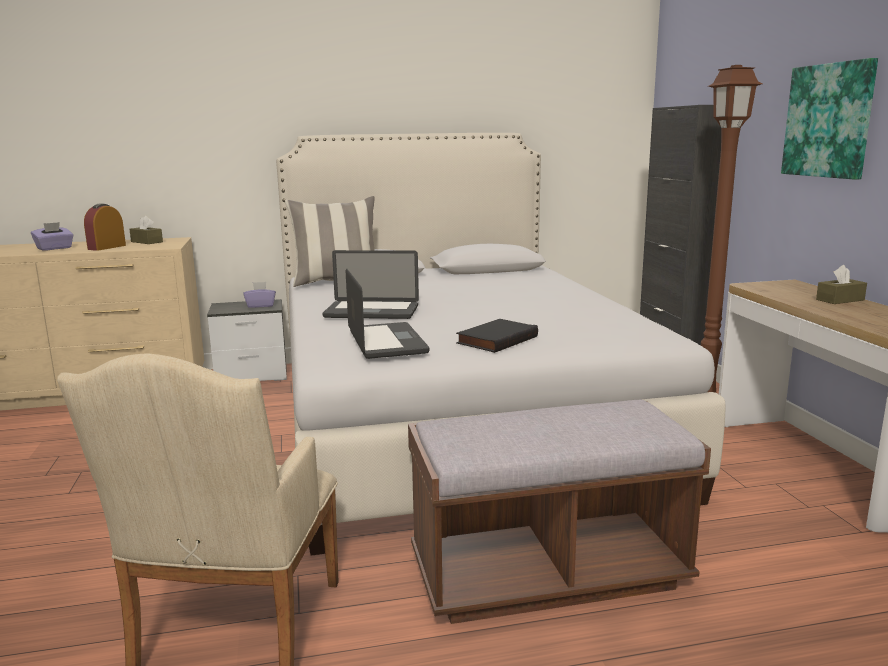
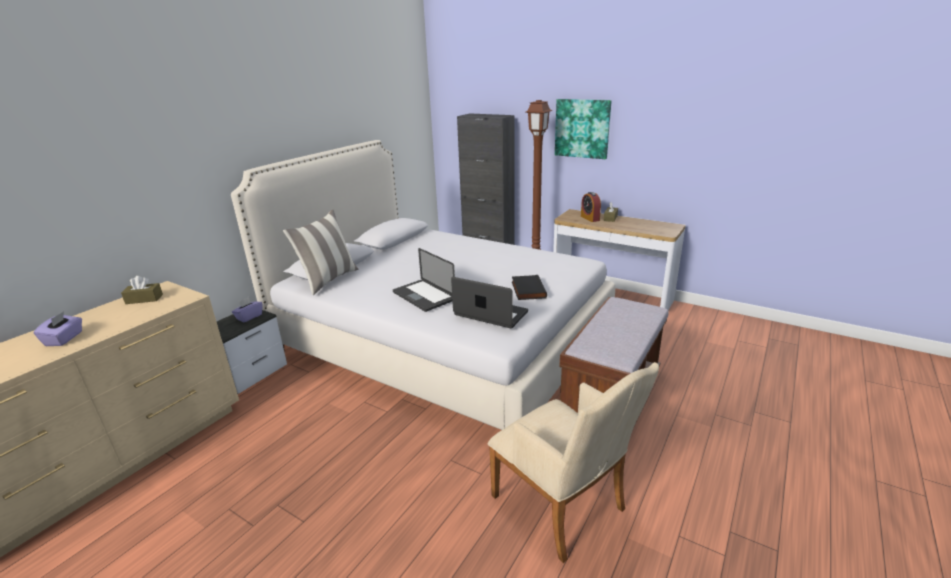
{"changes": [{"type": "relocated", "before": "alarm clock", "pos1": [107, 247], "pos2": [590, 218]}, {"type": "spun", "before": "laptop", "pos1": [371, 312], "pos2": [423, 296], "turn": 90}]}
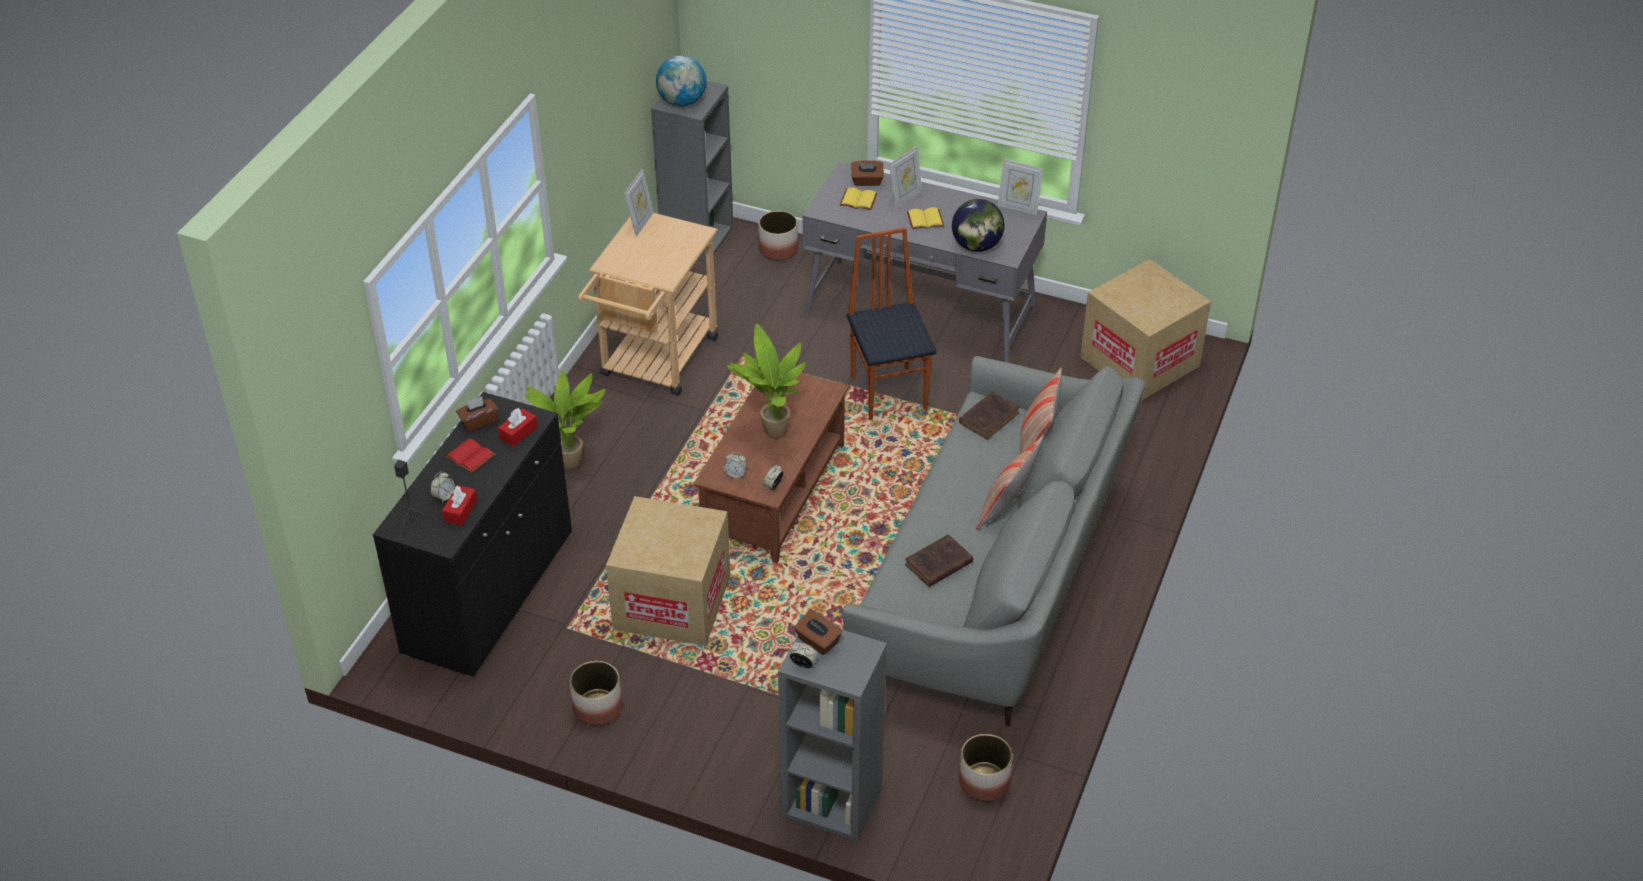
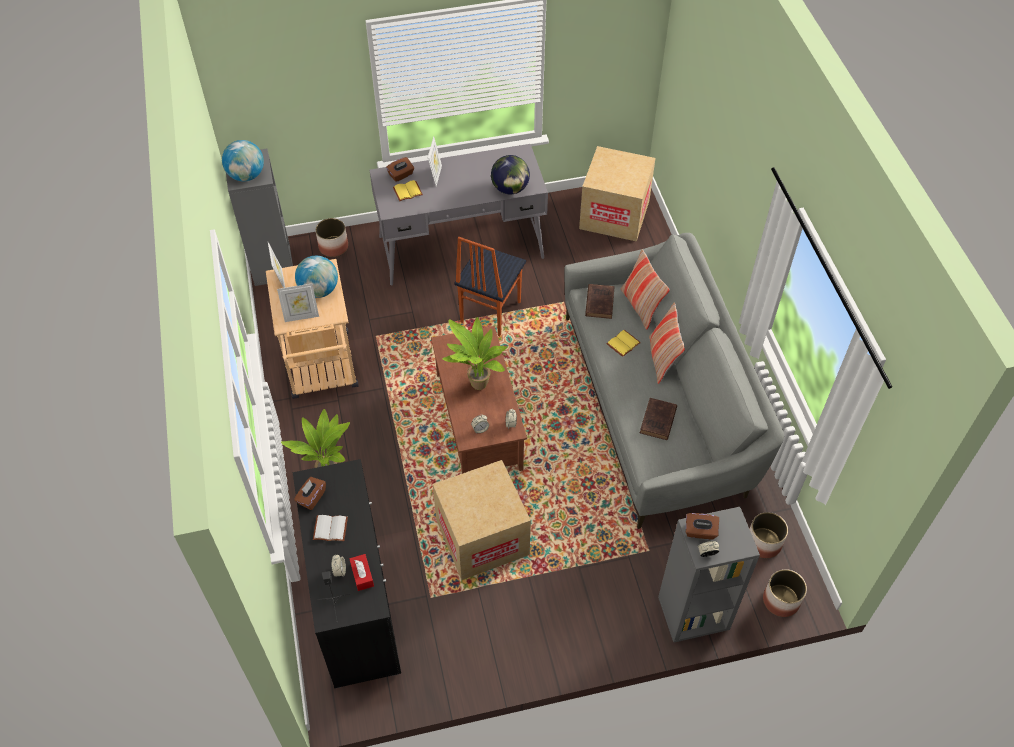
{"changes": [{"type": "colour", "before": "red book", "after": "white book", "pos1": [469, 457], "pos2": [329, 529]}, {"type": "missing", "before": "red tissue box", "pos1": [518, 433]}, {"type": "relocated", "before": "planter", "pos1": [597, 708], "pos2": [781, 600]}, {"type": "spun", "before": "chair", "pos1": [889, 392], "pos2": [489, 312], "turn": -105}, {"type": "relocated", "before": "yellow book", "pos1": [924, 220], "pos2": [623, 344]}, {"type": "relocated", "before": "picture frame", "pos1": [1018, 207], "pos2": [301, 316]}, {"type": "appeared", "after": "globe", "pos2": [319, 290]}]}
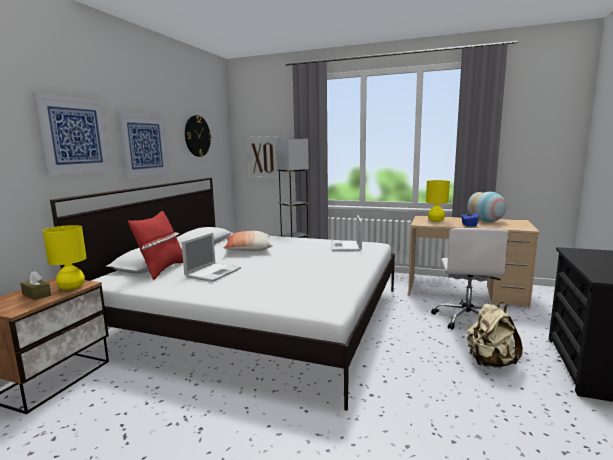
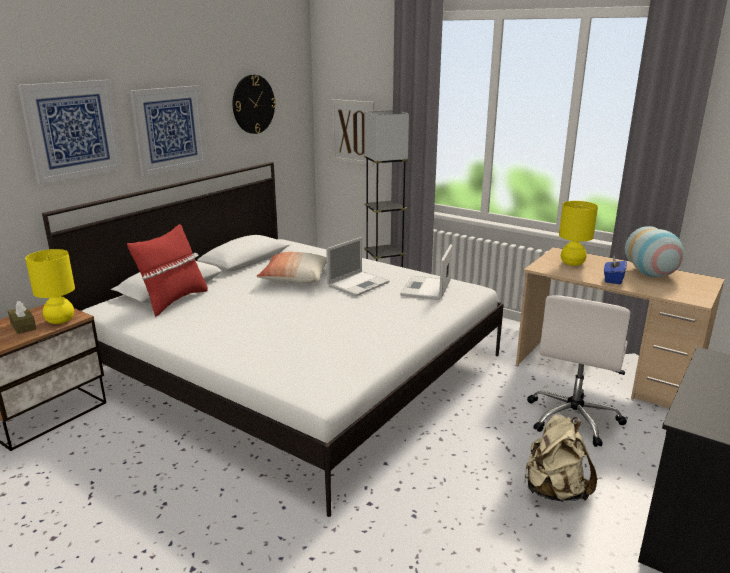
{"changes": [{"type": "relocated", "before": "laptop", "pos1": [214, 272], "pos2": [359, 283]}]}
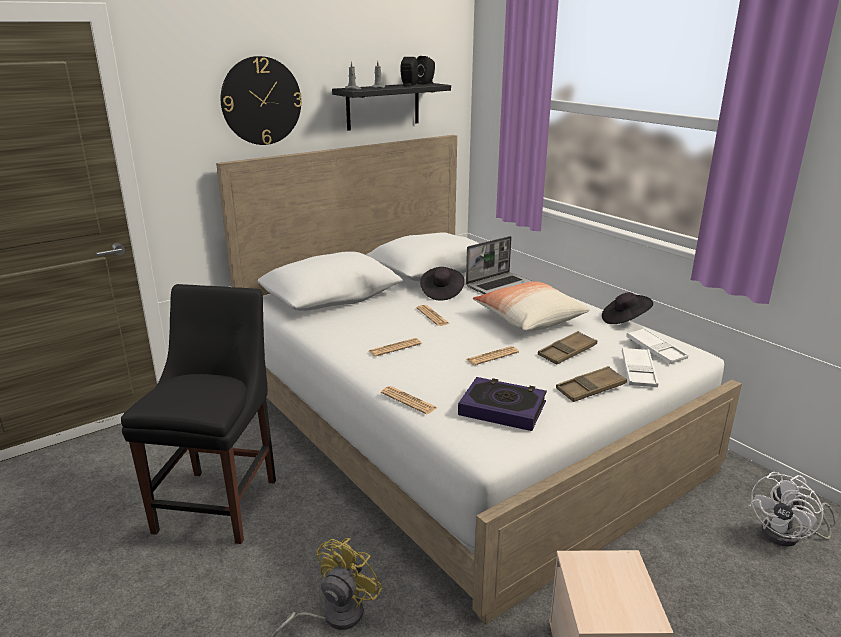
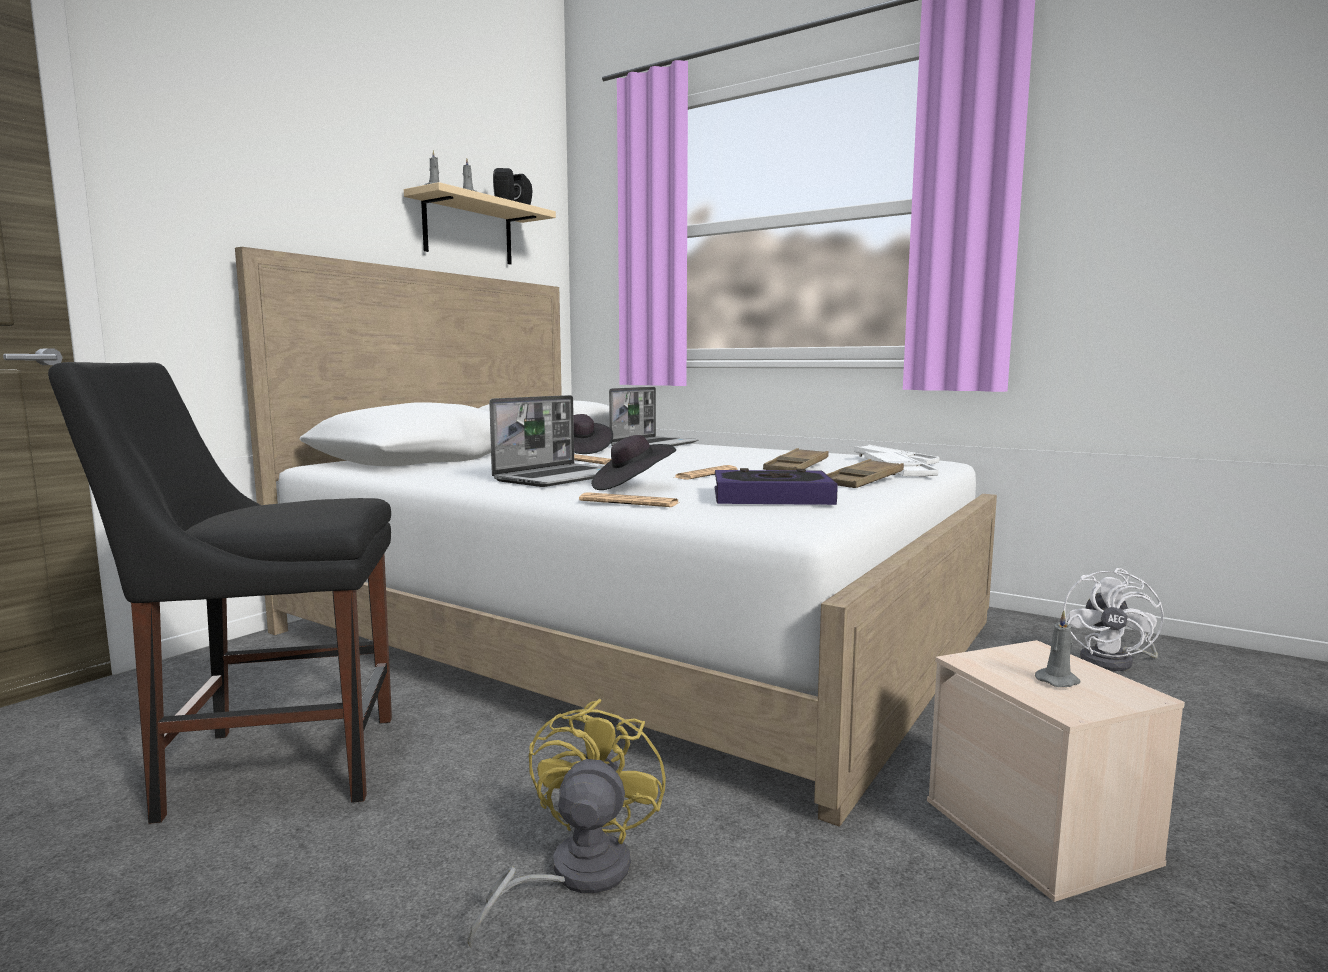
{"changes": [{"type": "spun", "before": "black chair", "pos1": [220, 501], "pos2": [272, 764], "turn": -90}, {"type": "missing", "before": "wall clock", "pos1": [261, 101]}, {"type": "colour", "before": "black shelf", "after": "beige shelf", "pos1": [383, 106], "pos2": [468, 231]}, {"type": "exchanged", "before": "newspaper", "after": "laptop", "pos1": [395, 348], "pos2": [560, 477]}, {"type": "missing", "before": "pillow", "pos1": [528, 319]}, {"type": "relocated", "before": "black hat", "pos1": [624, 320], "pos2": [632, 486]}, {"type": "appeared", "after": "grey candle", "pos2": [1058, 680]}]}
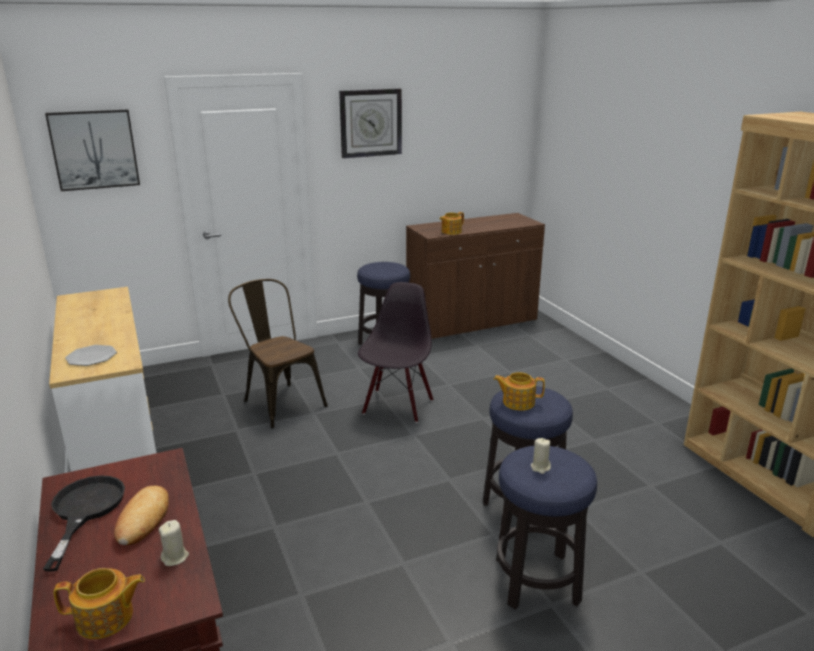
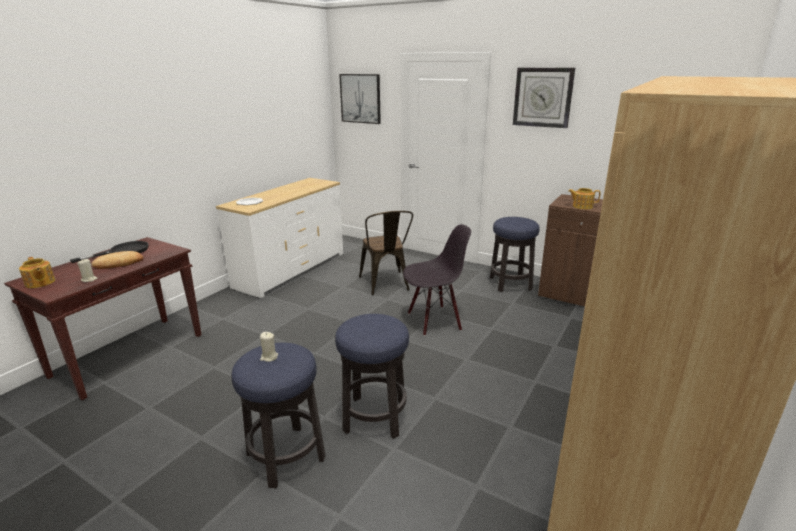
{"changes": [{"type": "spun", "before": "brown chair", "pos1": [280, 402], "pos2": [386, 285], "turn": 150}, {"type": "missing", "before": "teapot", "pos1": [517, 402]}]}
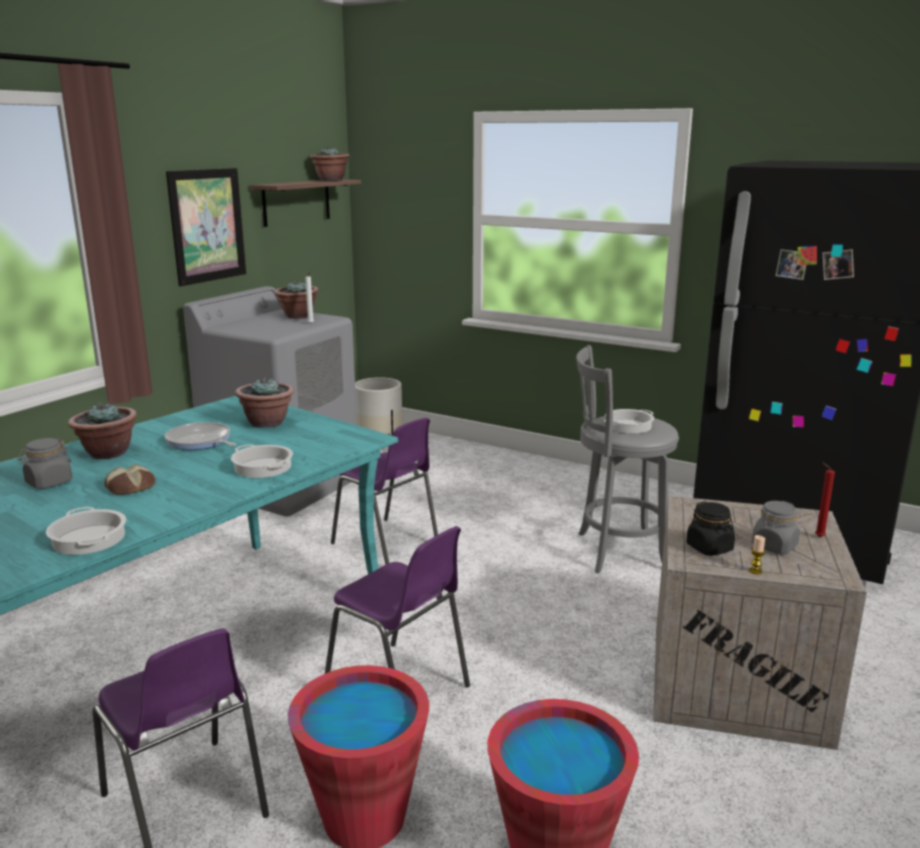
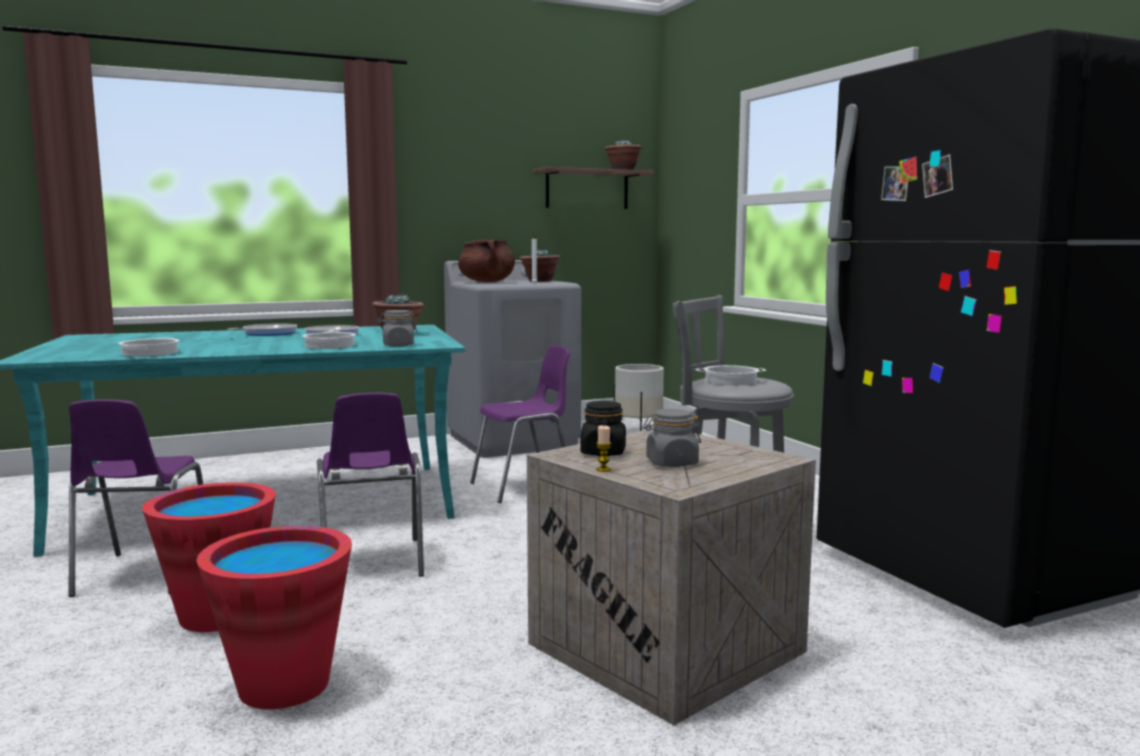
{"changes": [{"type": "relocated", "before": "grey jar", "pos1": [49, 482], "pos2": [398, 345]}, {"type": "exchanged", "before": "potted plant", "after": "frying pan", "pos1": [108, 453], "pos2": [267, 333]}, {"type": "missing", "before": "bread", "pos1": [131, 487]}, {"type": "missing", "before": "picture", "pos1": [207, 225]}, {"type": "spun", "before": "purple chair", "pos1": [387, 544], "pos2": [525, 487], "turn": -105}, {"type": "missing", "before": "red candle", "pos1": [817, 537]}, {"type": "appeared", "after": "brown cooking pot", "pos2": [487, 282]}]}
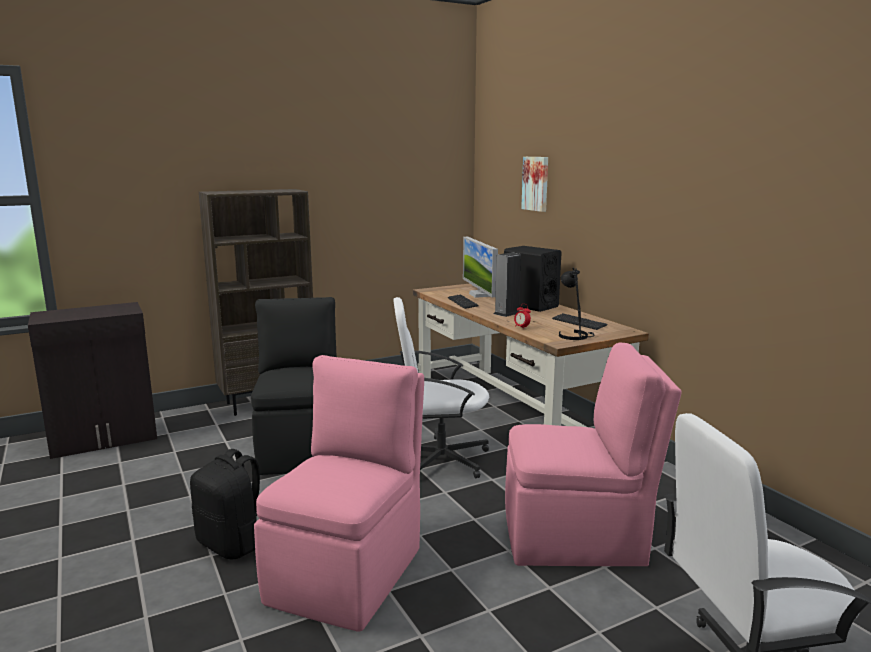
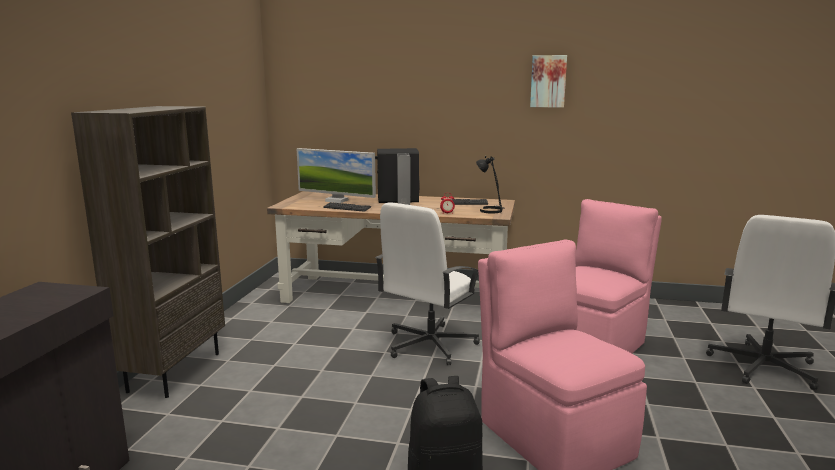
{"changes": [{"type": "missing", "before": "black chair", "pos1": [301, 449]}, {"type": "relocated", "before": "picture", "pos1": [536, 183], "pos2": [548, 81]}]}
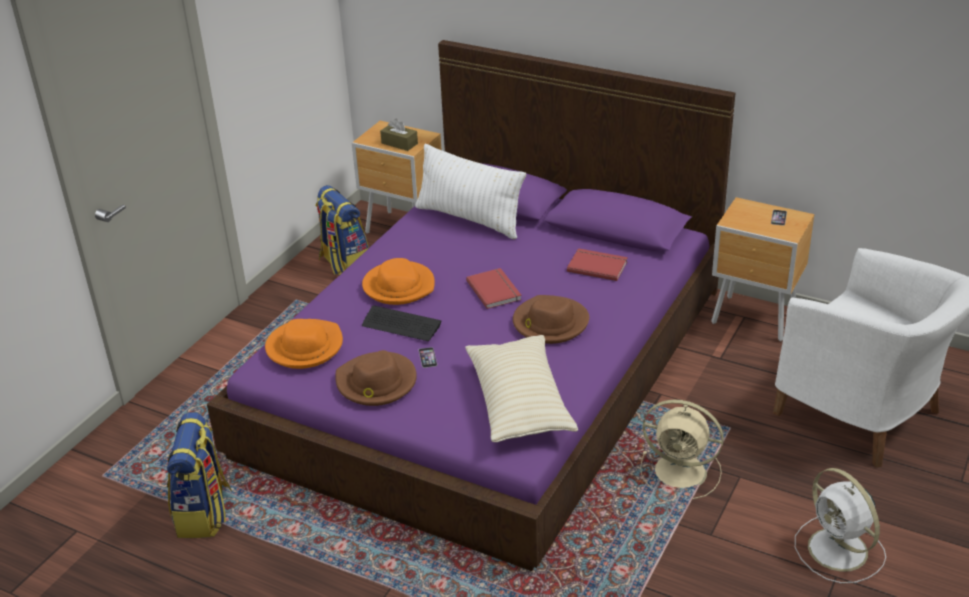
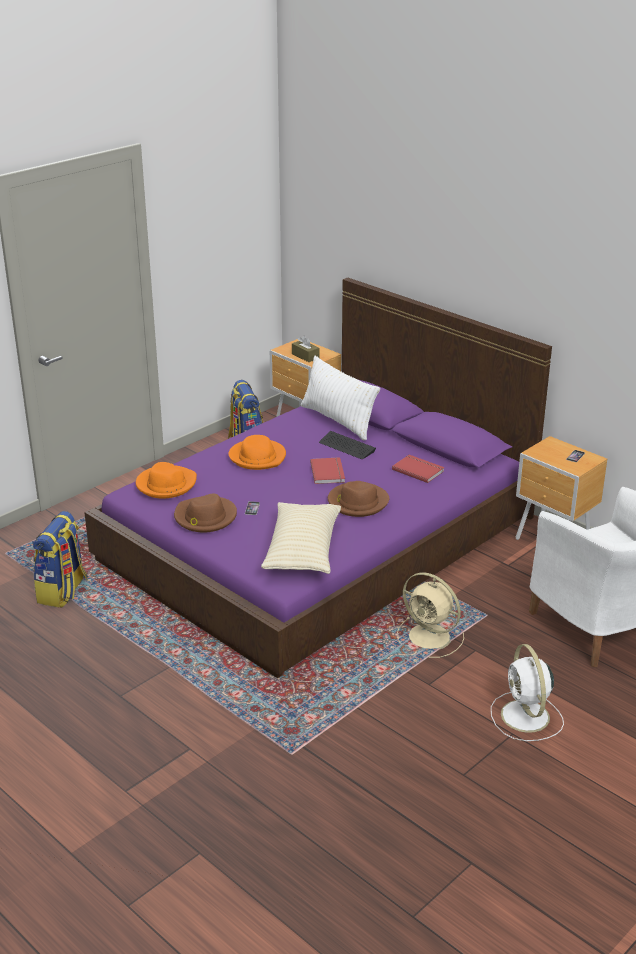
{"changes": [{"type": "relocated", "before": "keyboard", "pos1": [401, 325], "pos2": [347, 446]}]}
